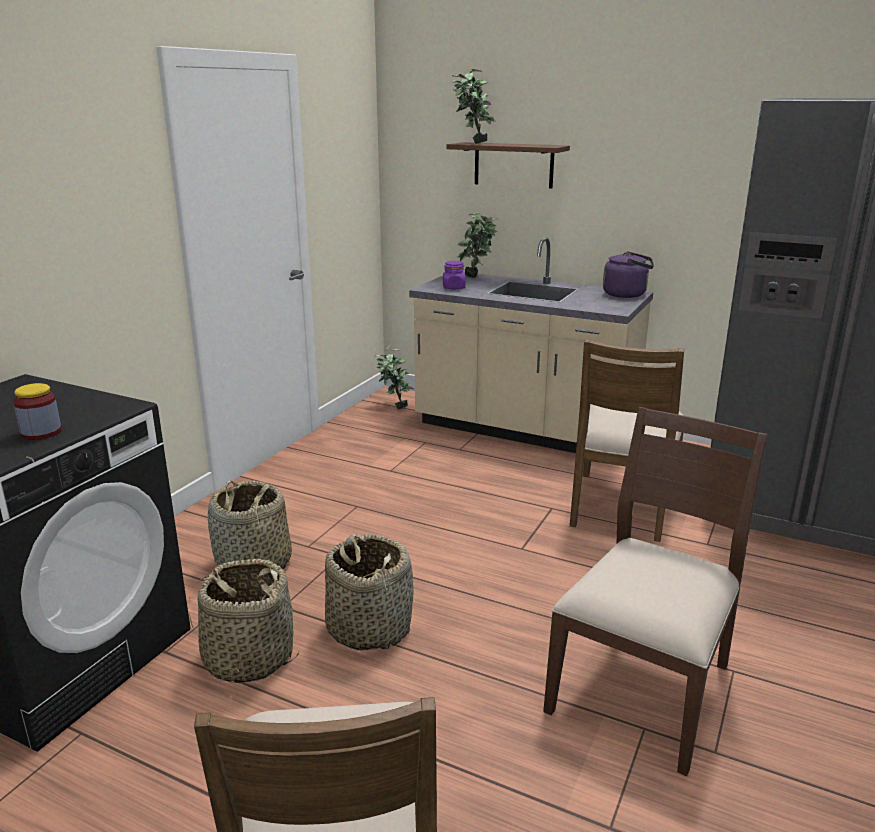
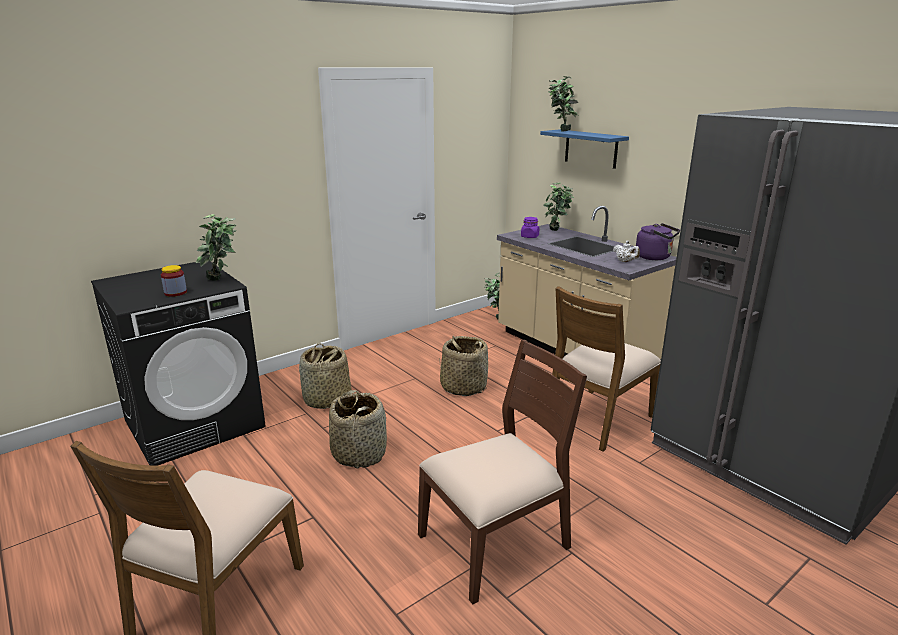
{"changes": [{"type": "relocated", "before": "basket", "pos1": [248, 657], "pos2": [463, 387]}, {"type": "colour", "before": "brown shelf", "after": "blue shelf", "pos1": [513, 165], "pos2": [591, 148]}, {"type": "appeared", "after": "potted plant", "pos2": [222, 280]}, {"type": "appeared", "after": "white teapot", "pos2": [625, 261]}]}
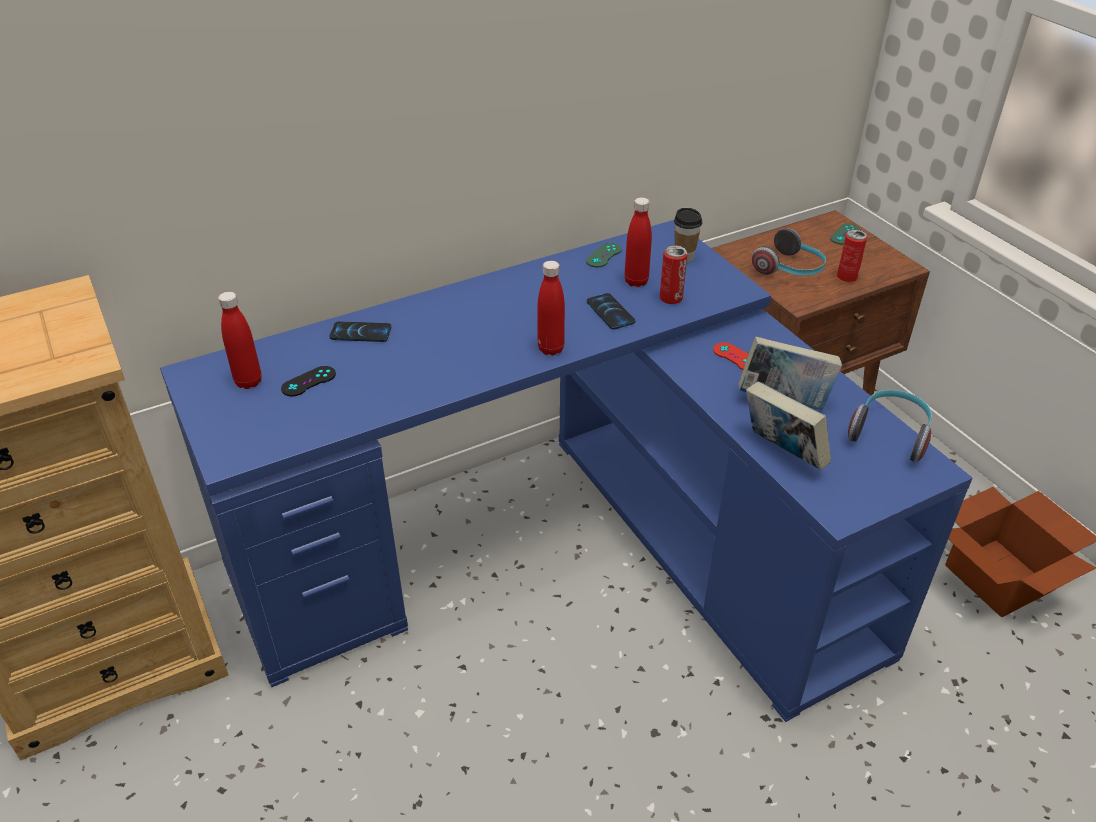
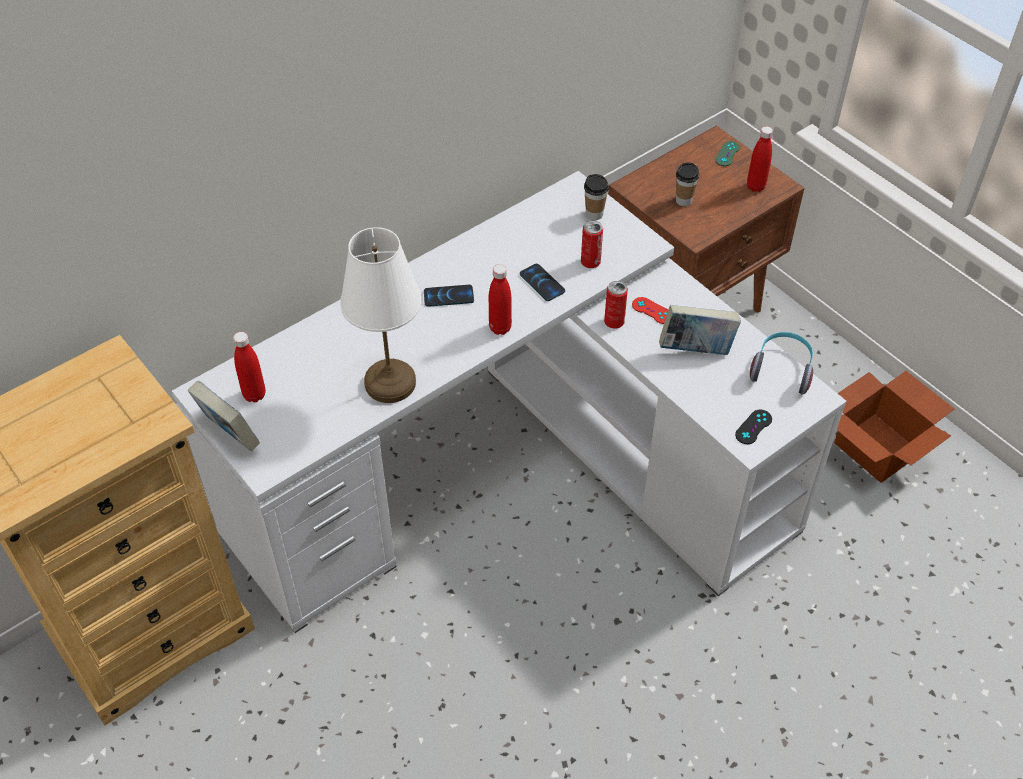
{"changes": [{"type": "colour", "before": "blue desk", "after": "white desk", "pos1": [568, 547], "pos2": [516, 471]}, {"type": "relocated", "before": "black game controller", "pos1": [308, 381], "pos2": [753, 427]}, {"type": "relocated", "before": "phone", "pos1": [360, 333], "pos2": [448, 296]}, {"type": "missing", "before": "green game controller", "pos1": [604, 255]}, {"type": "relocated", "before": "red bottle", "pos1": [636, 281], "pos2": [755, 187]}, {"type": "relocated", "before": "book", "pos1": [782, 452], "pos2": [229, 435]}, {"type": "exchanged", "before": "headphones", "after": "cup", "pos1": [790, 269], "pos2": [683, 201]}, {"type": "relocated", "before": "can", "pos1": [847, 277], "pos2": [614, 322]}, {"type": "appeared", "after": "white table lamp", "pos2": [391, 383]}]}
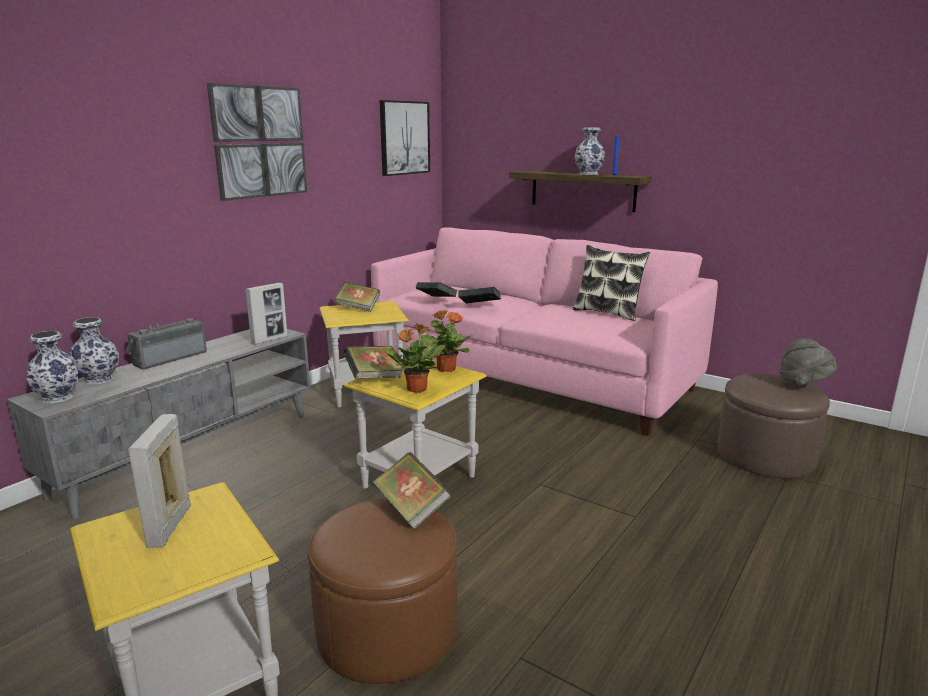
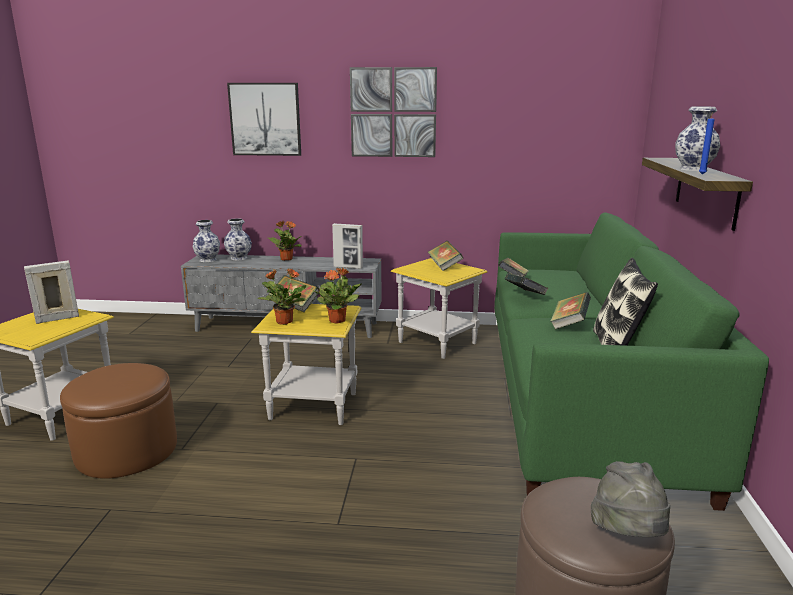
{"changes": [{"type": "exchanged", "before": "radio", "after": "potted plant", "pos1": [169, 358], "pos2": [286, 259]}, {"type": "colour", "before": "pink sofa", "after": "green sofa", "pos1": [531, 376], "pos2": [581, 396]}, {"type": "relocated", "before": "book", "pos1": [411, 509], "pos2": [569, 324]}, {"type": "relocated", "before": "picture", "pos1": [404, 138], "pos2": [265, 119]}]}
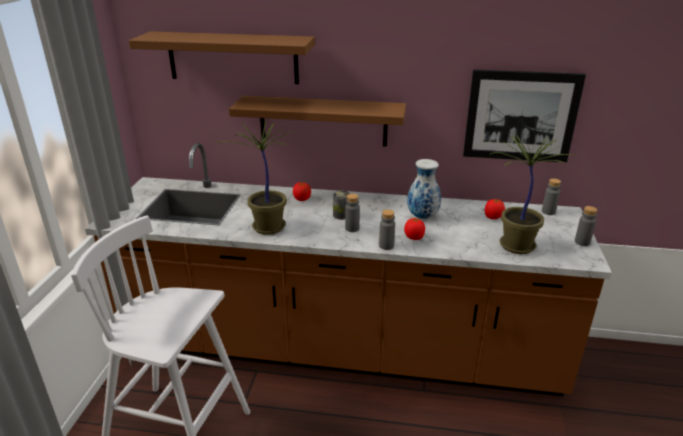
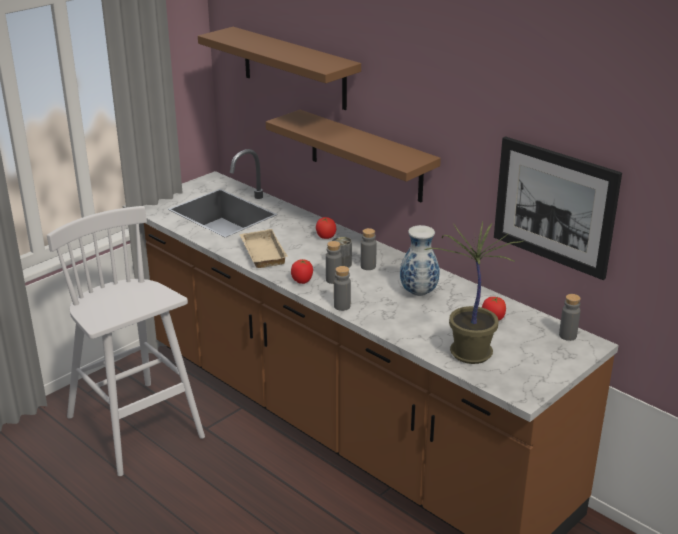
{"changes": [{"type": "exchanged", "before": "potted plant", "after": "beige tray", "pos1": [267, 227], "pos2": [261, 253]}, {"type": "relocated", "before": "tomato", "pos1": [414, 237], "pos2": [302, 281]}, {"type": "relocated", "before": "grey bottle", "pos1": [582, 242], "pos2": [368, 266]}]}
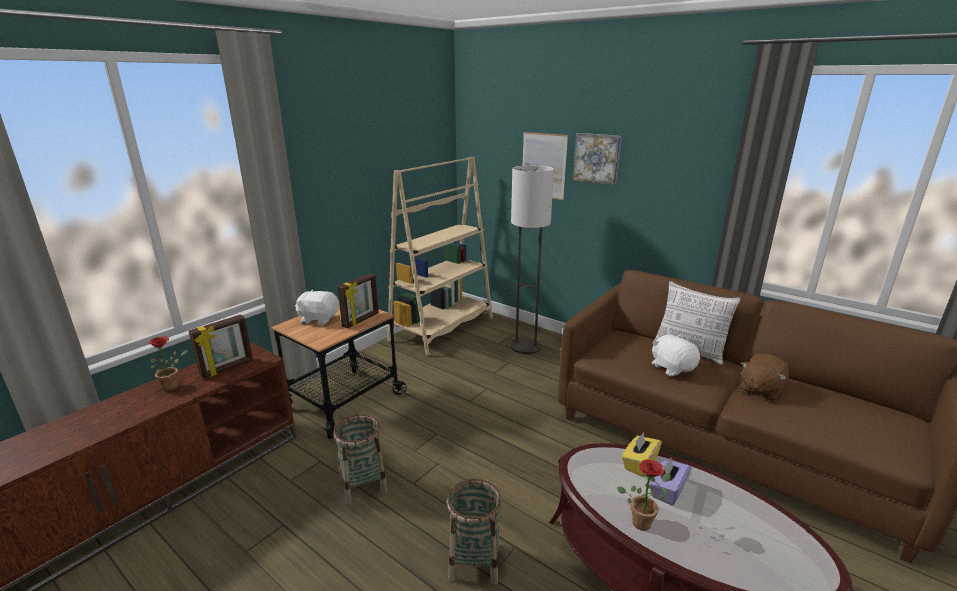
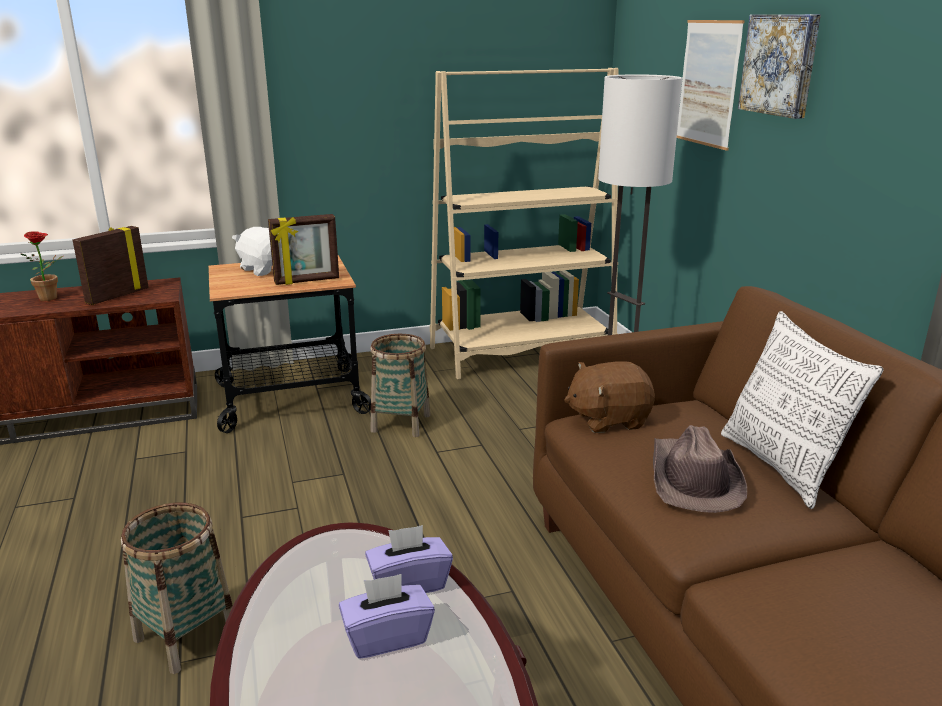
{"changes": [{"type": "spun", "before": "picture frame", "pos1": [227, 368], "pos2": [117, 296], "turn": 135}, {"type": "relocated", "before": "basket", "pos1": [363, 485], "pos2": [401, 423]}, {"type": "missing", "before": "potted plant", "pos1": [643, 520]}, {"type": "colour", "before": "yellow tissue box", "after": "purple tissue box", "pos1": [639, 464], "pos2": [409, 583]}, {"type": "exchanged", "before": "white plush toy", "after": "brown hat", "pos1": [672, 368], "pos2": [693, 478]}, {"type": "relocated", "before": "brown plush toy", "pos1": [760, 390], "pos2": [608, 419]}]}
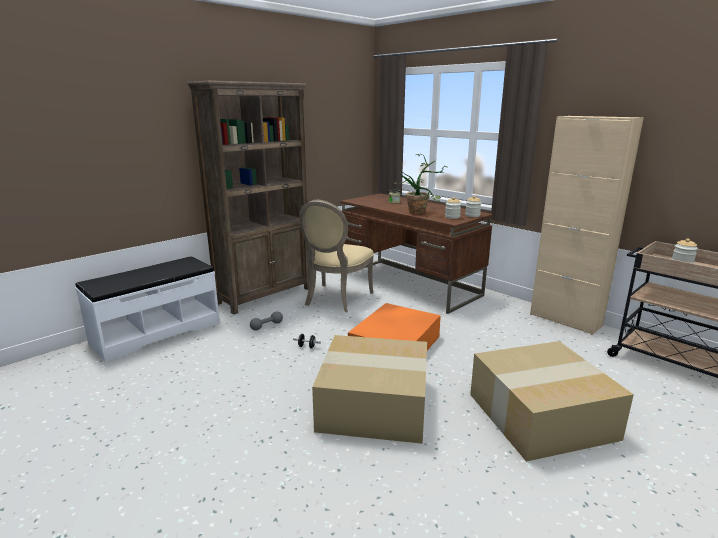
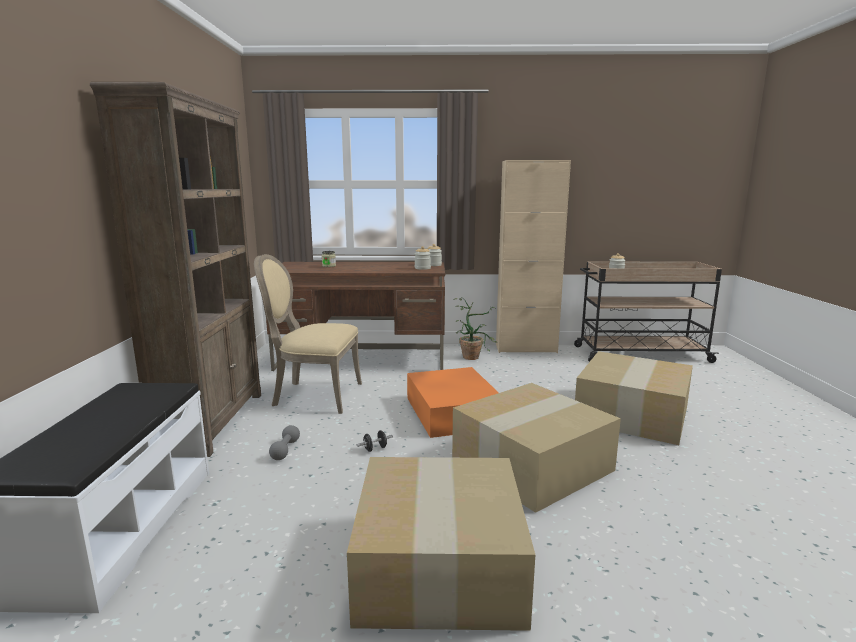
{"changes": [{"type": "spun", "before": "beige chair", "pos1": [336, 299], "pos2": [314, 395], "turn": 120}, {"type": "relocated", "before": "potted plant", "pos1": [421, 212], "pos2": [473, 356]}, {"type": "appeared", "after": "cardboard box", "pos2": [437, 563]}]}
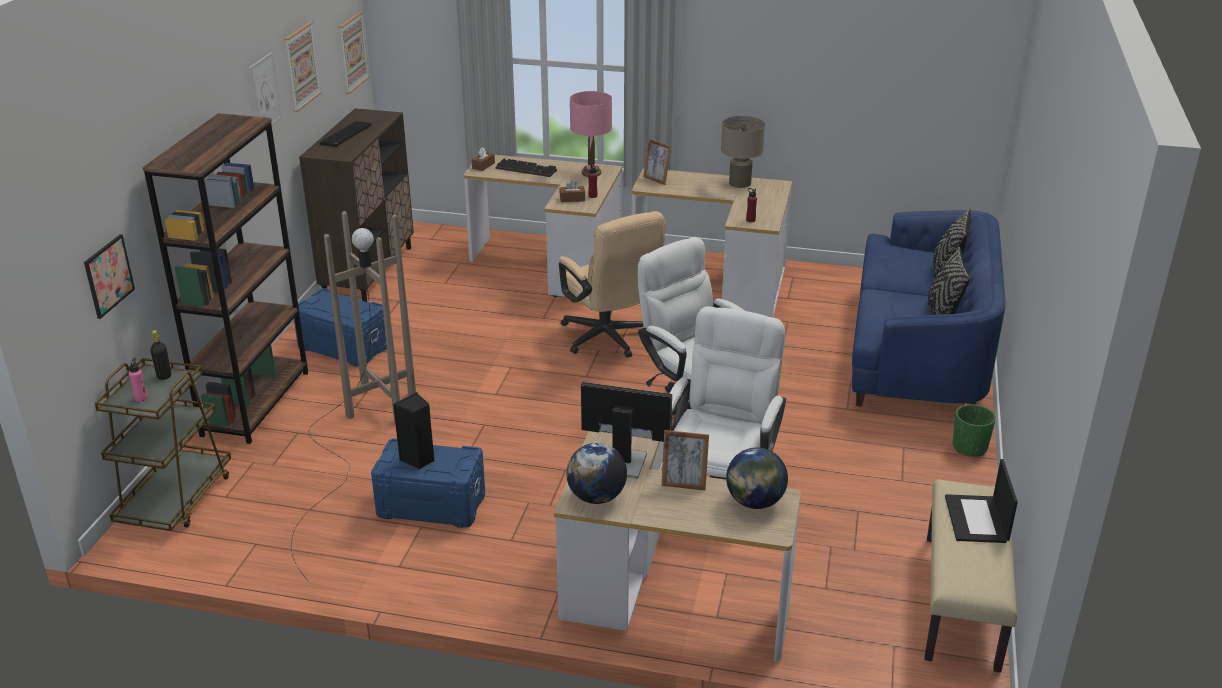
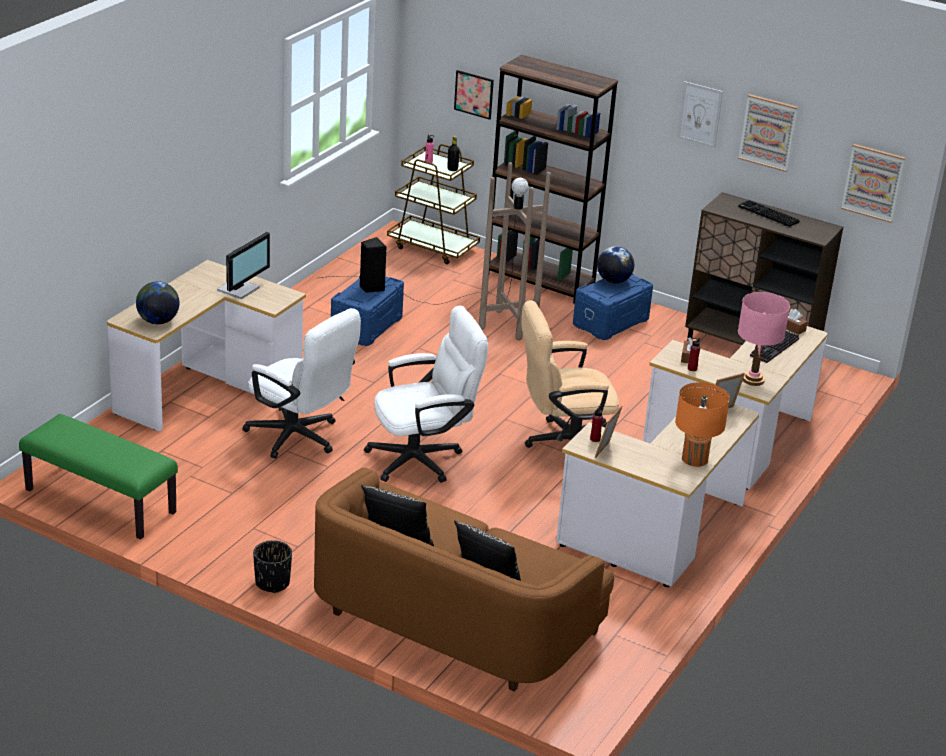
{"changes": [{"type": "relocated", "before": "globe", "pos1": [596, 497], "pos2": [613, 281]}, {"type": "relocated", "before": "picture frame", "pos1": [684, 484], "pos2": [606, 451]}, {"type": "colour", "before": "beige table lamp", "after": "orange table lamp", "pos1": [740, 183], "pos2": [694, 459]}, {"type": "colour", "before": "blue sofa", "after": "brown sofa", "pos1": [917, 350], "pos2": [452, 618]}, {"type": "colour", "before": "beige bench", "after": "green bench", "pos1": [962, 602], "pos2": [99, 502]}, {"type": "missing", "before": "laptop", "pos1": [977, 520]}, {"type": "colour", "before": "green planter", "after": "black planter", "pos1": [970, 447], "pos2": [272, 583]}]}
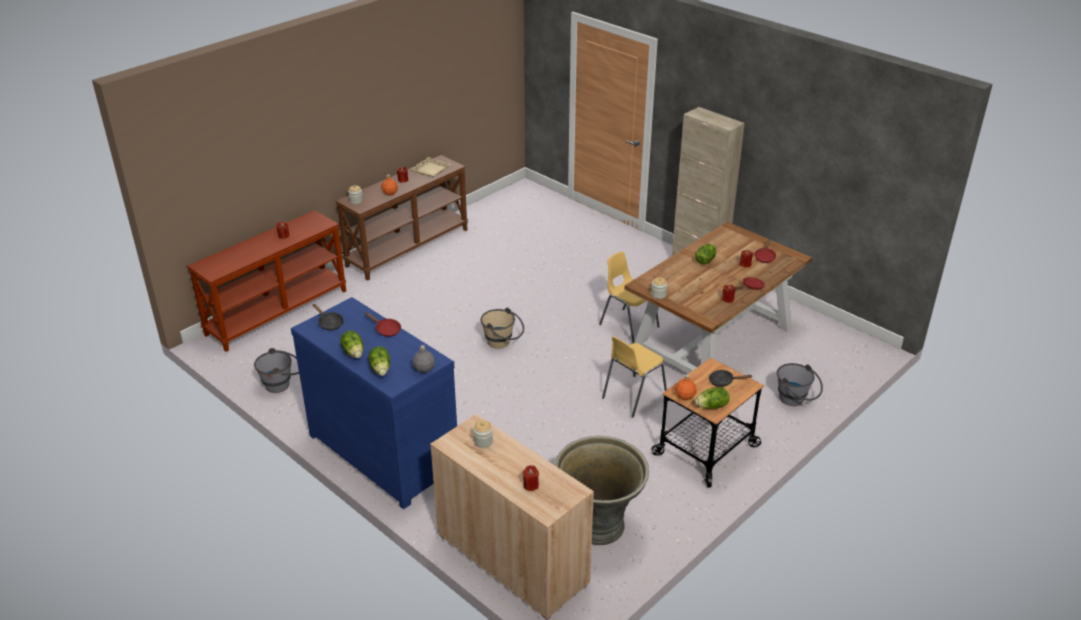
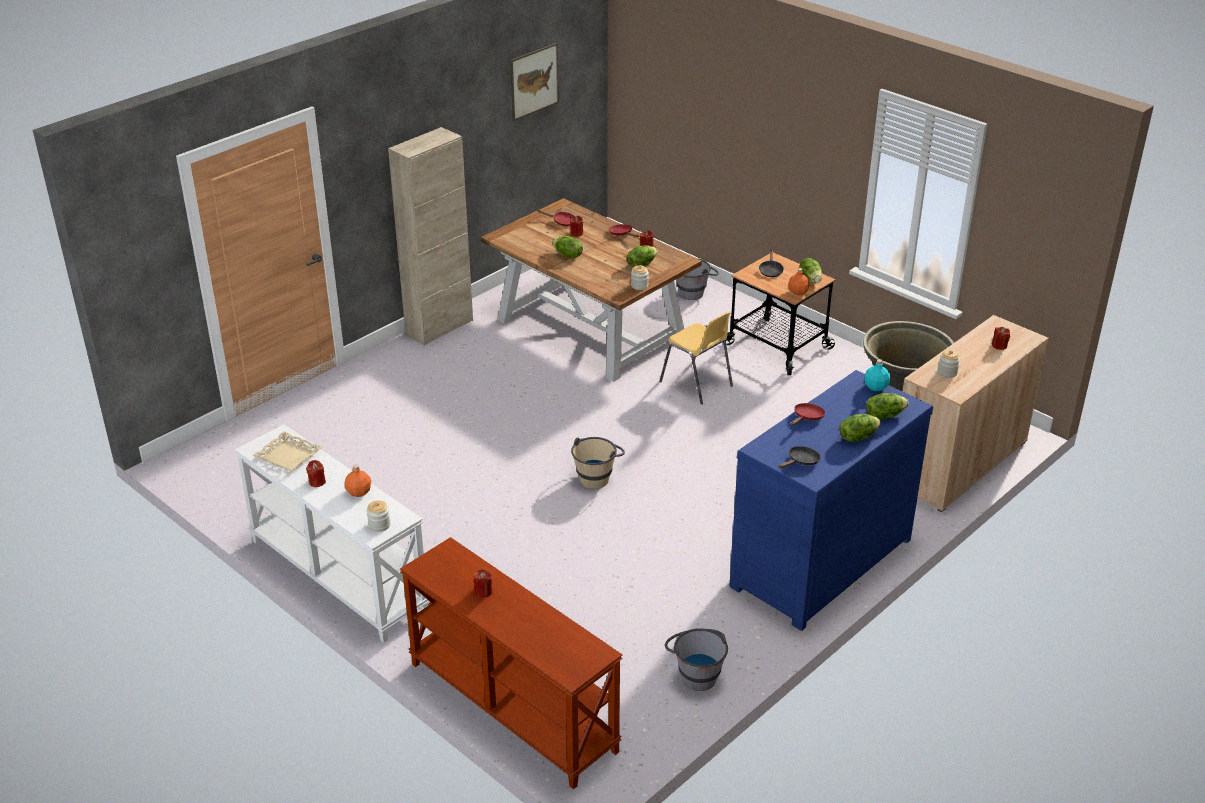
{"changes": [{"type": "colour", "before": "brown console table", "after": "white console table", "pos1": [407, 247], "pos2": [337, 576]}, {"type": "colour", "before": "grey bottle", "after": "turquoise bottle", "pos1": [424, 369], "pos2": [876, 387]}, {"type": "missing", "before": "yellow chair", "pos1": [628, 325]}, {"type": "appeared", "after": "picture", "pos2": [534, 81]}, {"type": "appeared", "after": "lettuce", "pos2": [641, 264]}]}
